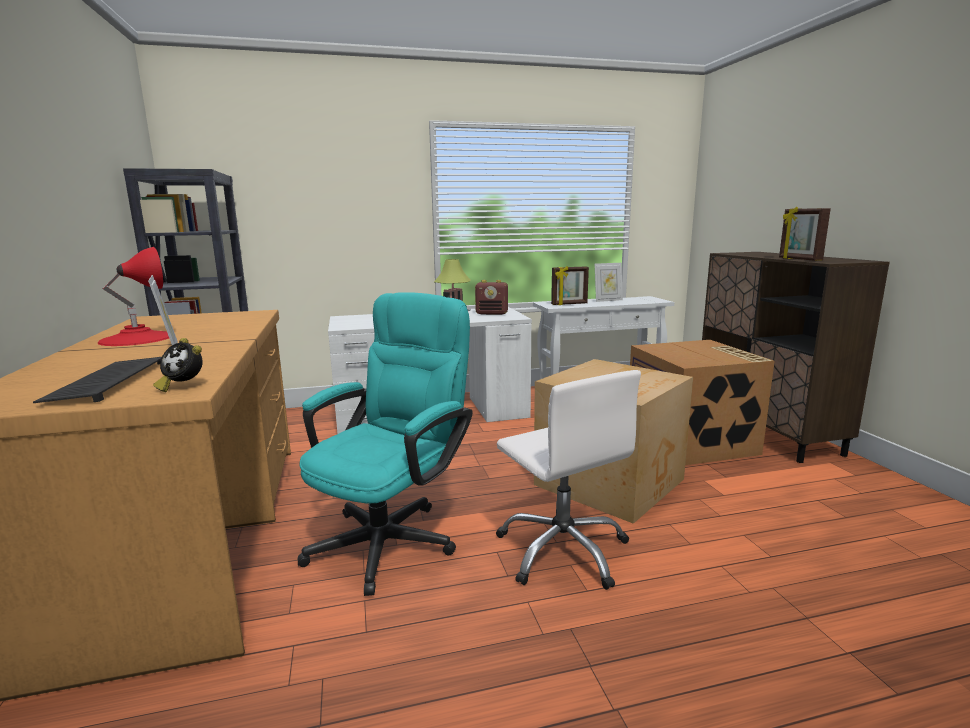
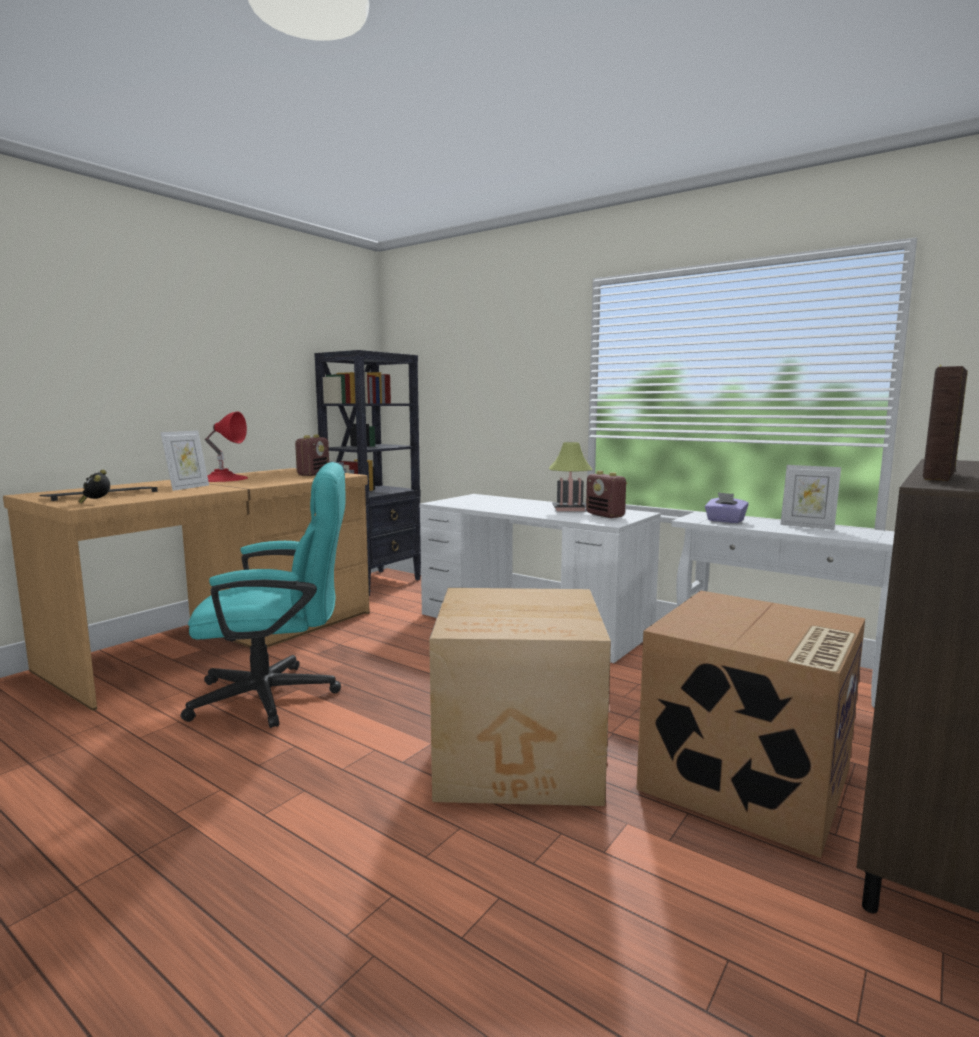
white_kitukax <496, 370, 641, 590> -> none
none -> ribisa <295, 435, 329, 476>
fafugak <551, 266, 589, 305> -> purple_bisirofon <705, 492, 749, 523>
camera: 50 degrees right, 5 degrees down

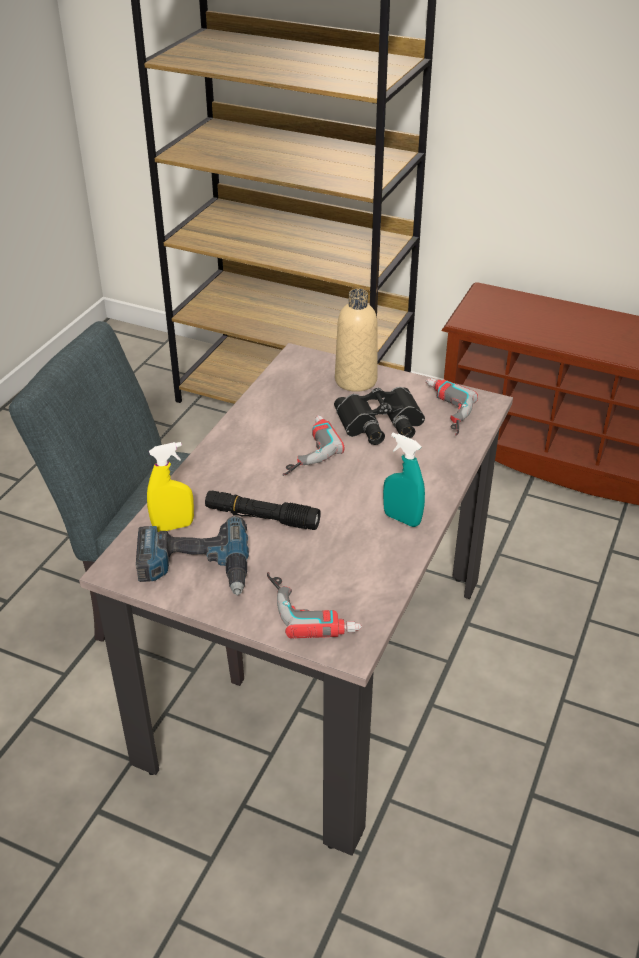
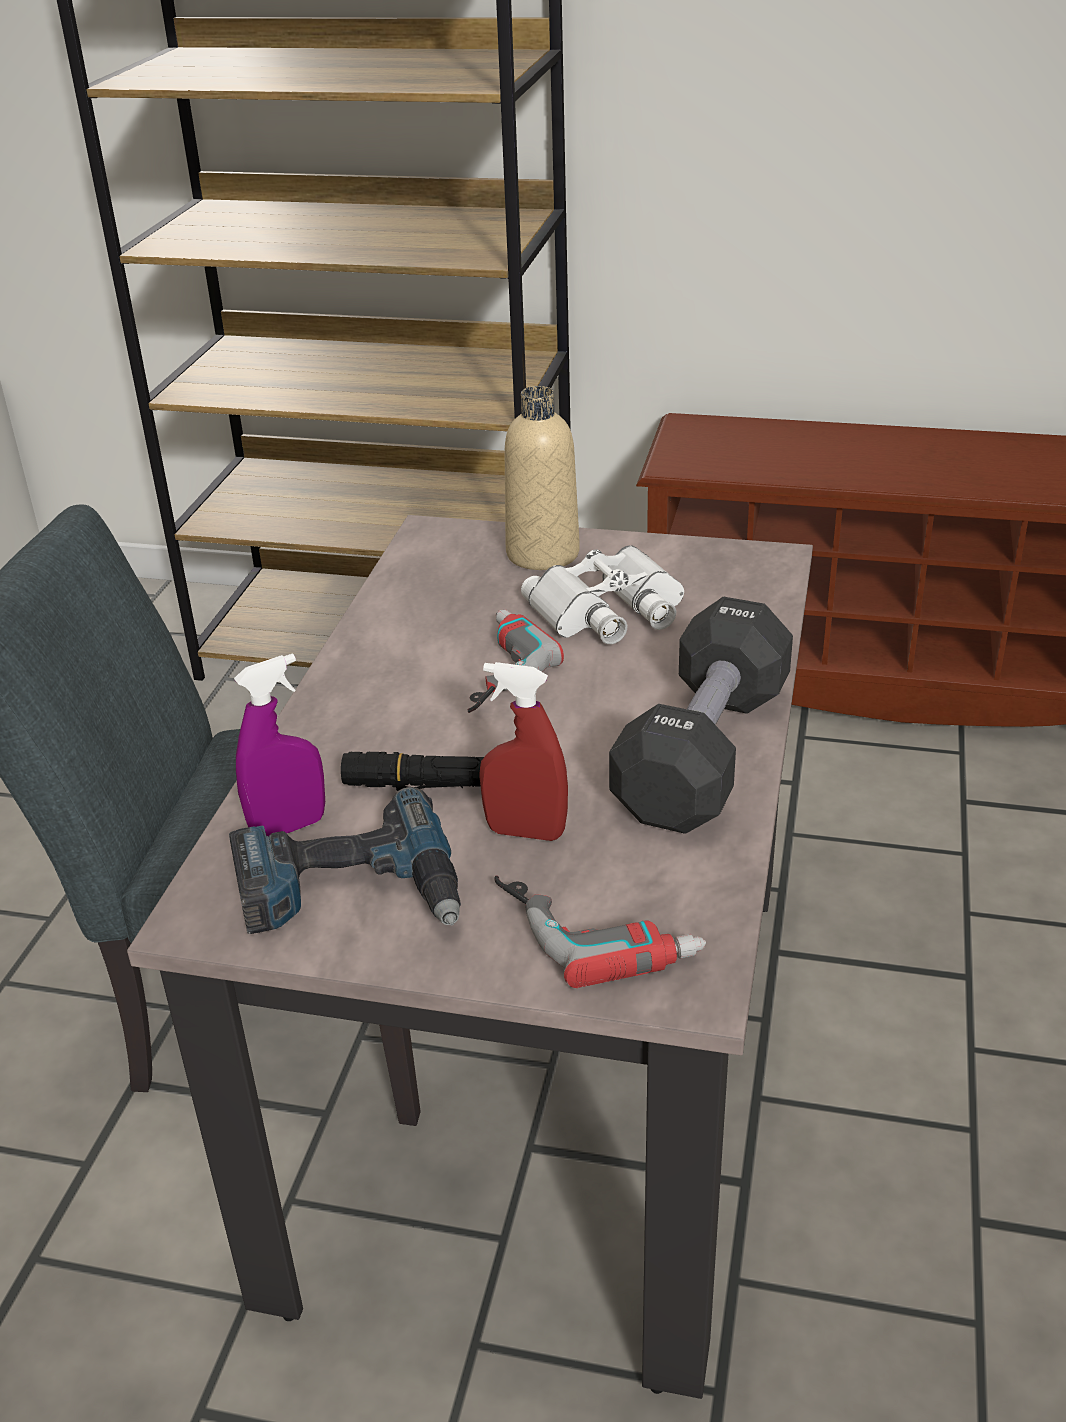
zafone <426, 378, 478, 436> -> none
none -> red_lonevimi <479, 662, 568, 841>
turquoise_lonevimi <383, 433, 425, 527> -> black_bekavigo <609, 597, 793, 834>
yellow_lonevimi <147, 442, 194, 532> -> purple_lonevimi <234, 654, 325, 837>
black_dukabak <334, 387, 425, 445> -> white_dukabak <521, 545, 684, 644>
camera: 10 degrees left, 5 degrees down

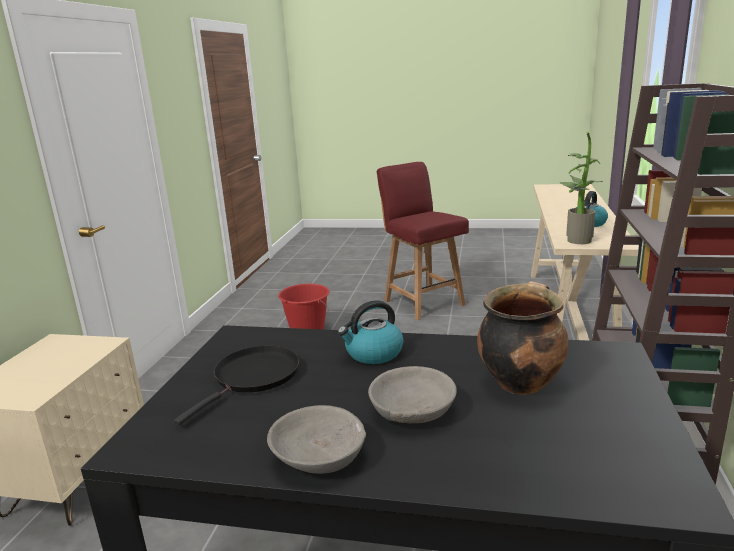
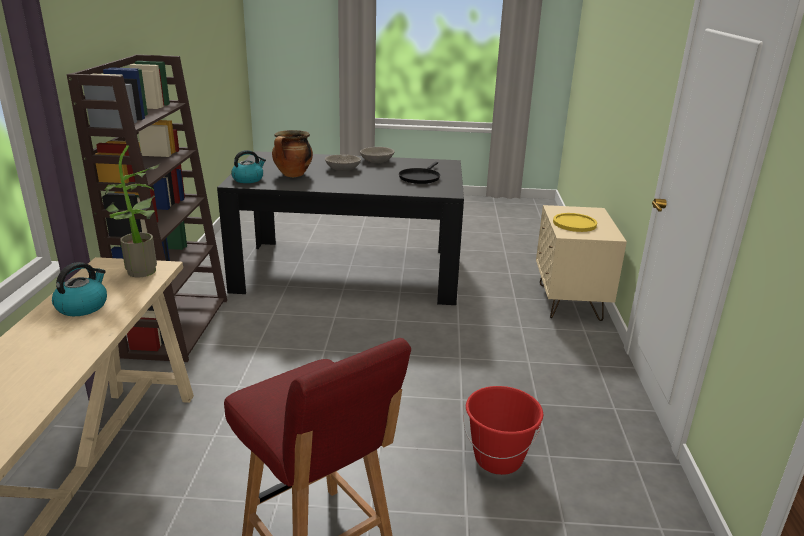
none -> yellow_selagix <553, 213, 597, 232>
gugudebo <338, 300, 404, 364> -> gugudebo <231, 150, 266, 183>, relocated
camera: 170 degrees right, 5 degrees up

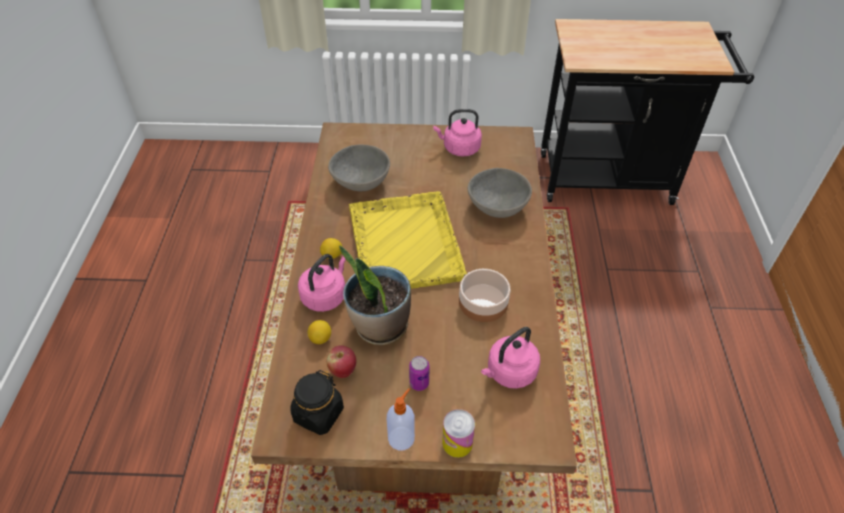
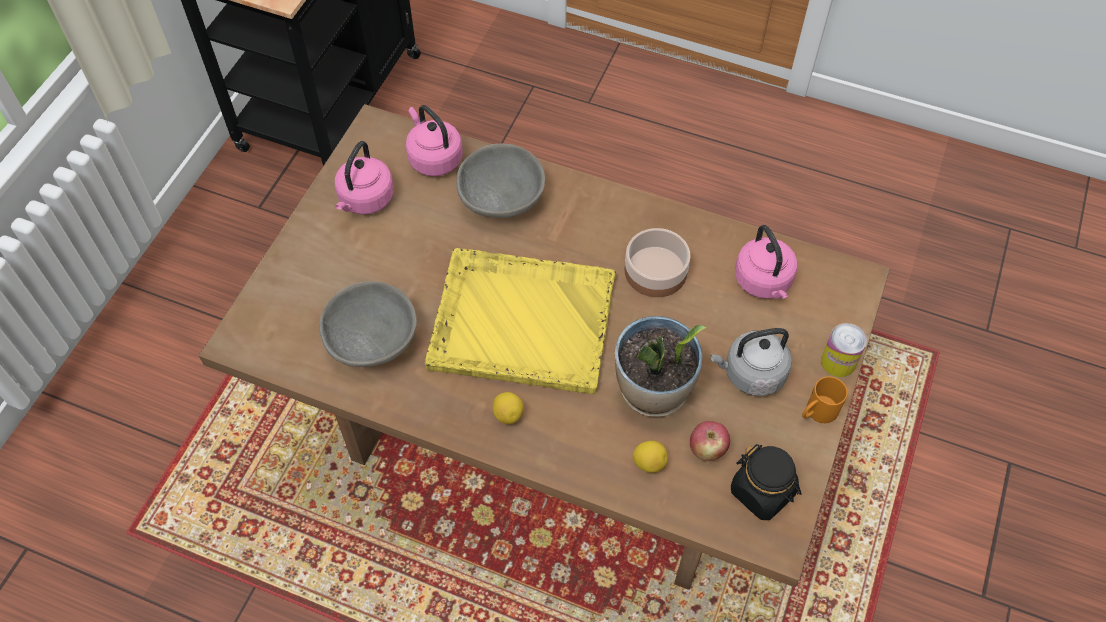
pink_gugudebo <298, 254, 346, 312> -> pink_gugudebo <406, 105, 463, 176>, relocated
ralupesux <387, 388, 415, 450> -> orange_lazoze <802, 376, 848, 423>
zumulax <409, 356, 430, 391> -> grey_gugudebo <711, 328, 792, 396>
camera: 70 degrees left, 10 degrees up

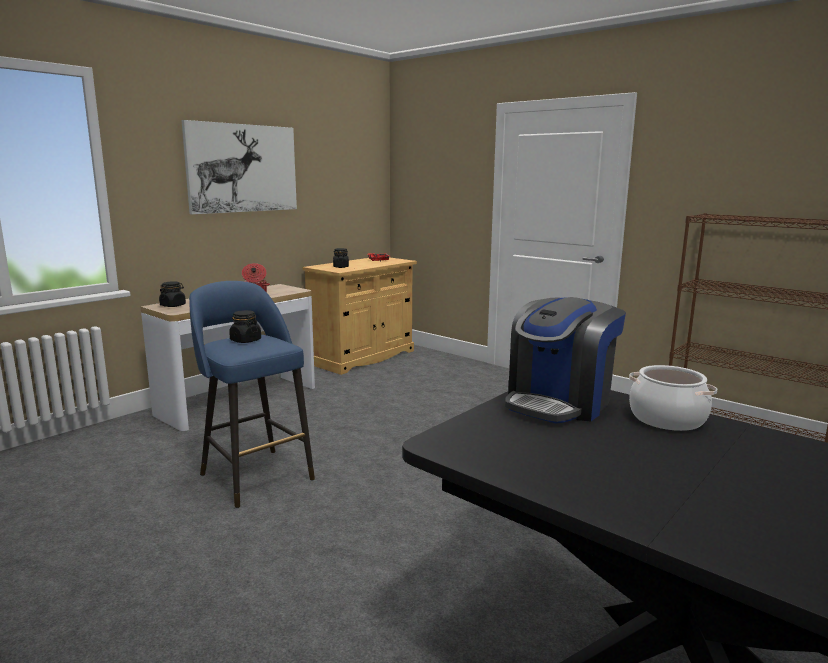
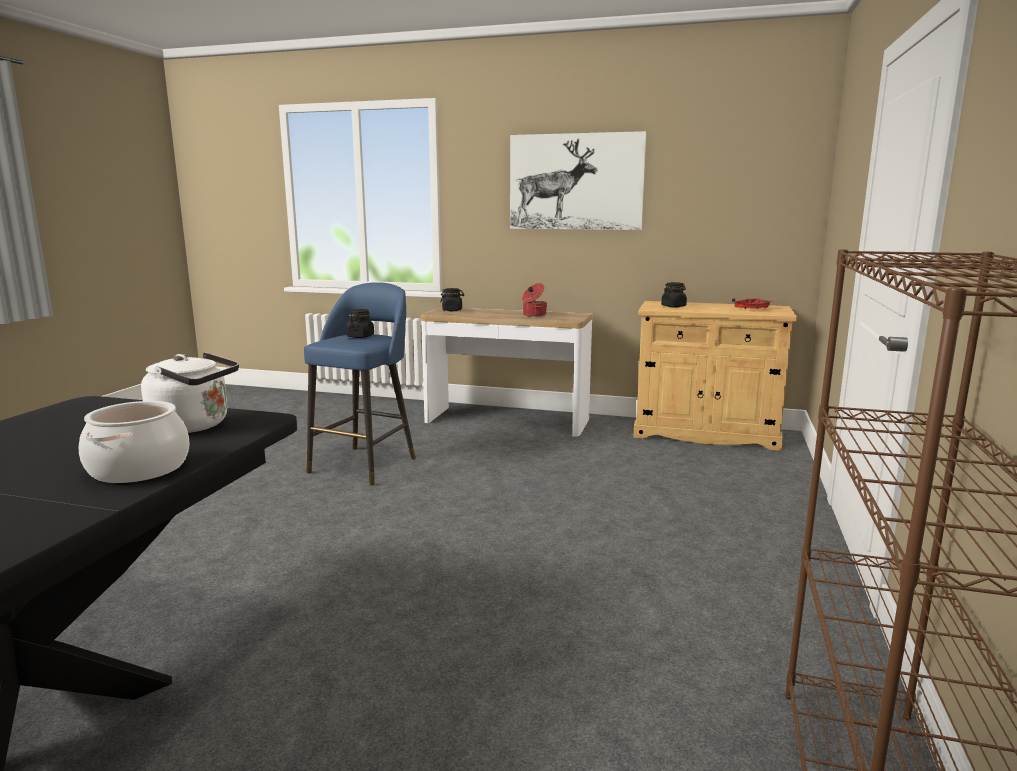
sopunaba <505, 297, 626, 423> -> white_gugudebo <141, 352, 239, 433>
camera: 65 degrees right, 0 degrees up

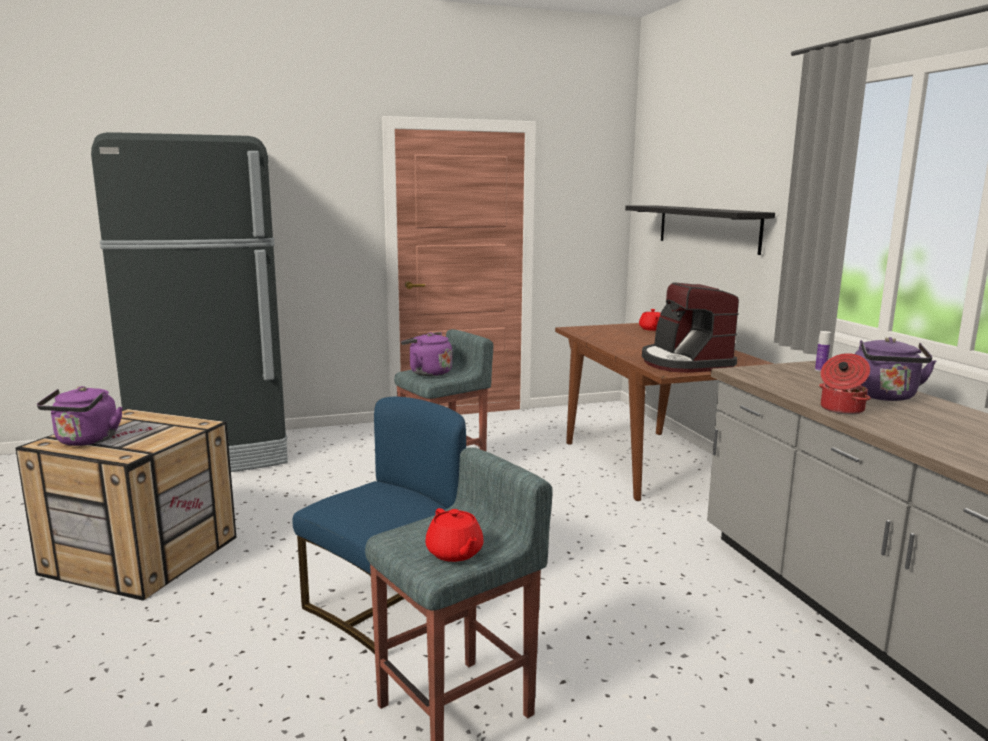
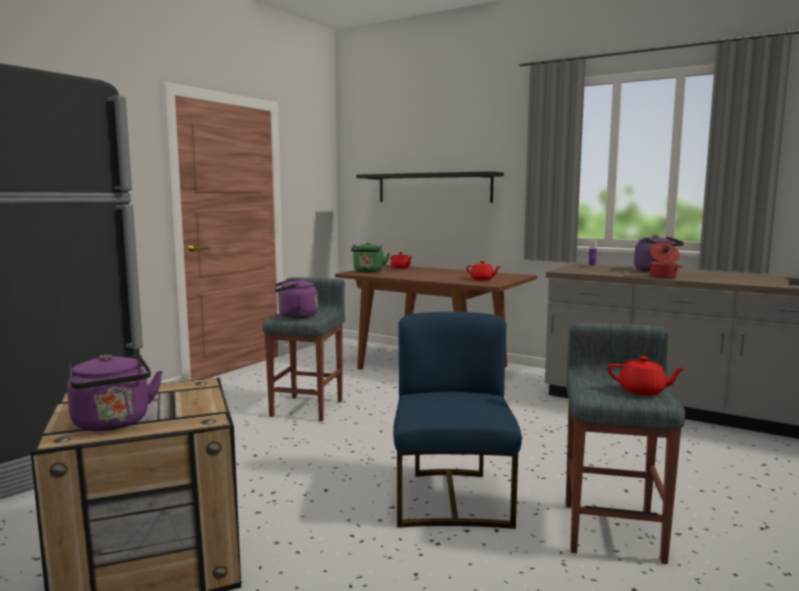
none -> green_gugudebo <351, 242, 390, 273>
sopunaba <642, 282, 739, 373> -> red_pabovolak <466, 261, 501, 280>
camera: 40 degrees left, 5 degrees down

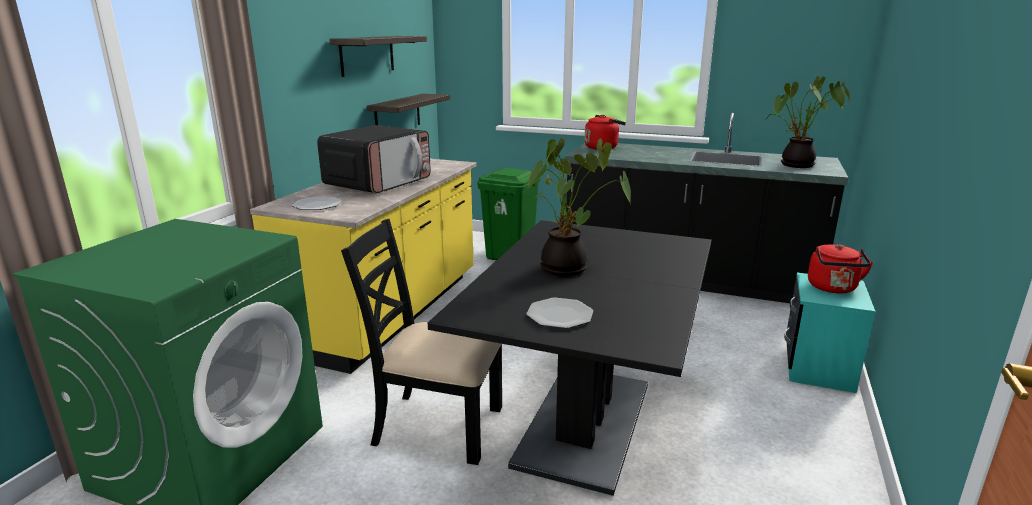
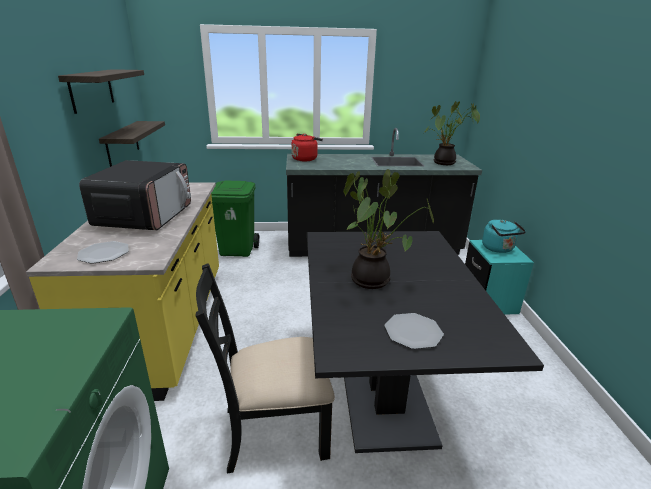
red_gugudebo <808, 244, 873, 293> -> turquoise_gugudebo <482, 220, 526, 253>
camera: 25 degrees left, 5 degrees up

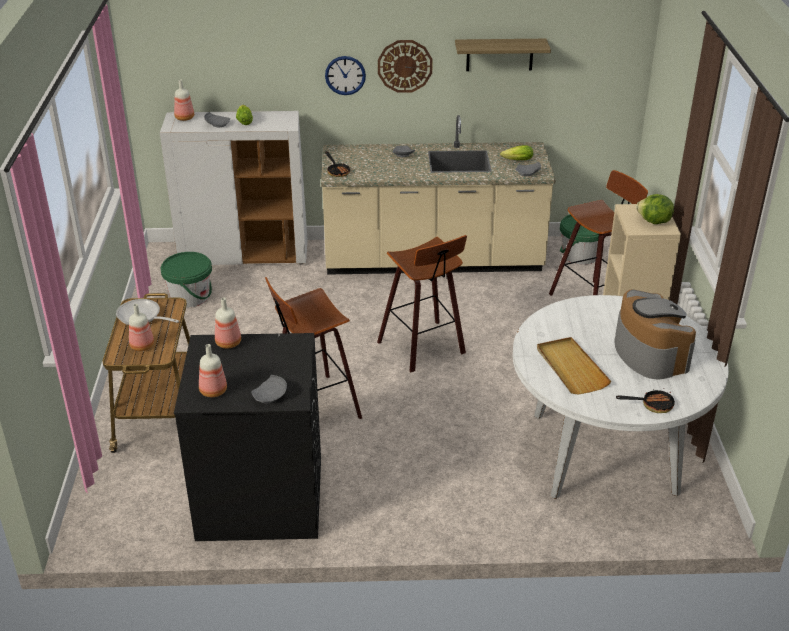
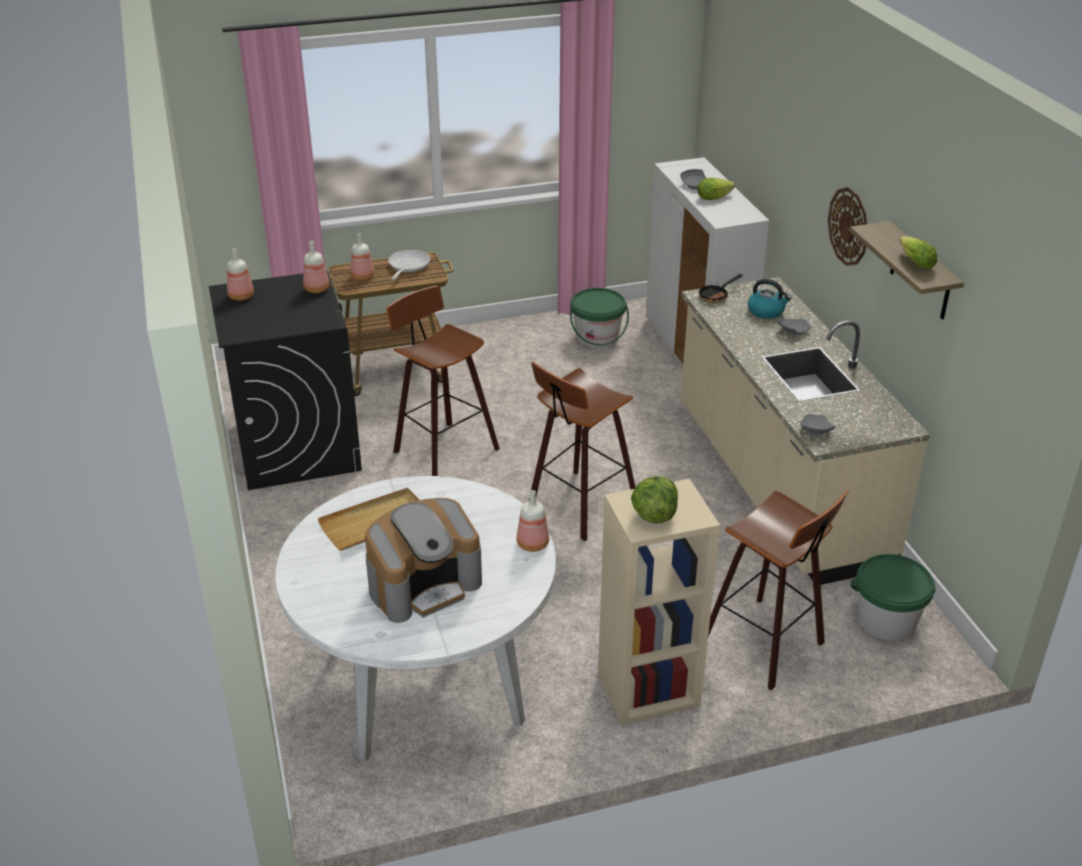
grey_selagix <251, 375, 287, 404> -> none
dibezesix <325, 56, 366, 95> -> none
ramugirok <616, 388, 675, 413> -> none
none -> gugudebo <748, 279, 792, 319>
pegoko <174, 79, 194, 121> -> pegoko <517, 490, 549, 552>, relocated
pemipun <500, 145, 533, 160> -> pemipun <900, 236, 937, 269>, relocated
camera: 75 degrees right, 0 degrees up

